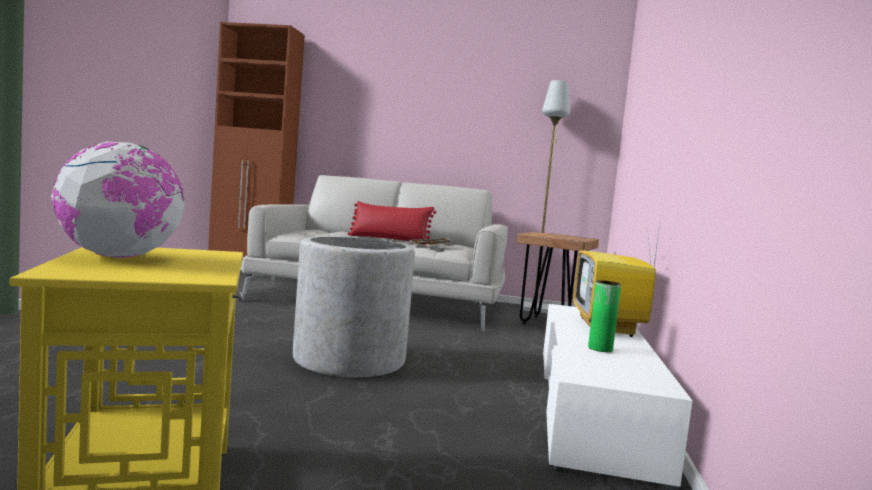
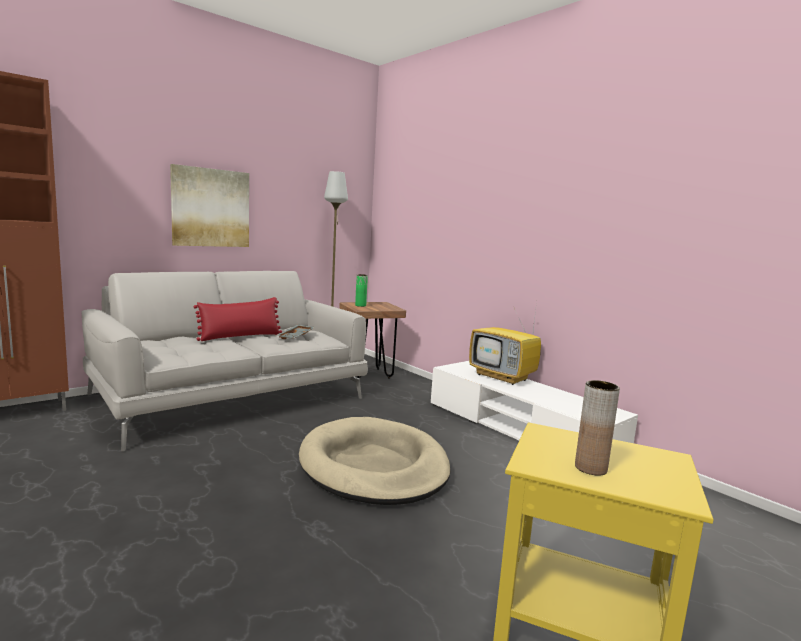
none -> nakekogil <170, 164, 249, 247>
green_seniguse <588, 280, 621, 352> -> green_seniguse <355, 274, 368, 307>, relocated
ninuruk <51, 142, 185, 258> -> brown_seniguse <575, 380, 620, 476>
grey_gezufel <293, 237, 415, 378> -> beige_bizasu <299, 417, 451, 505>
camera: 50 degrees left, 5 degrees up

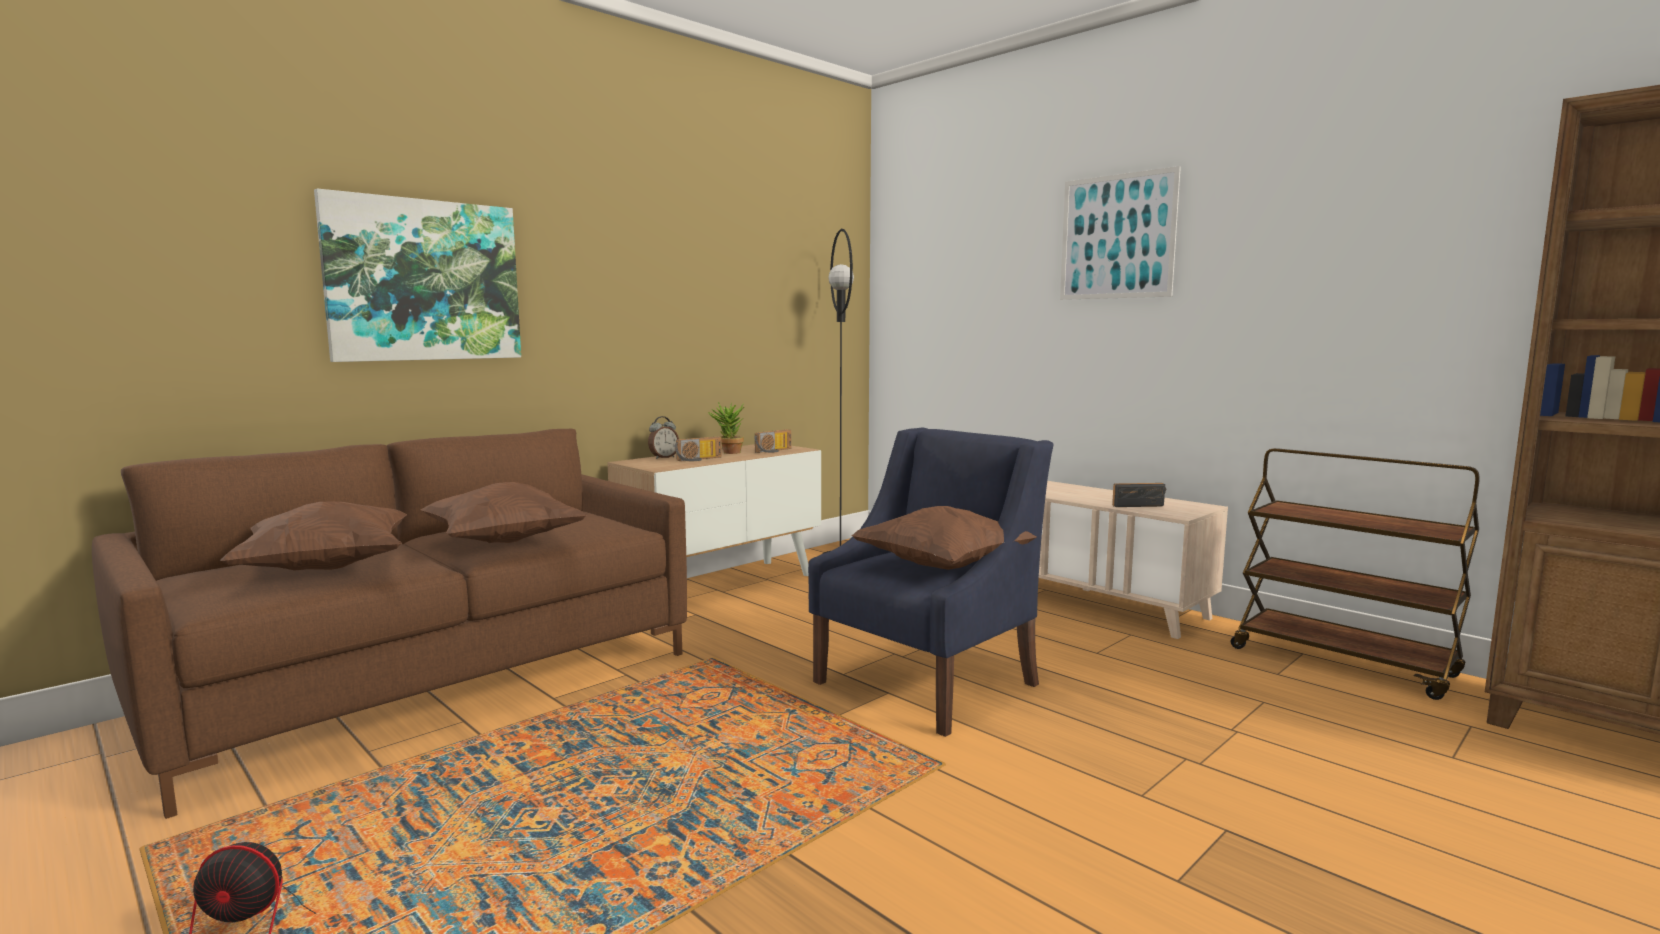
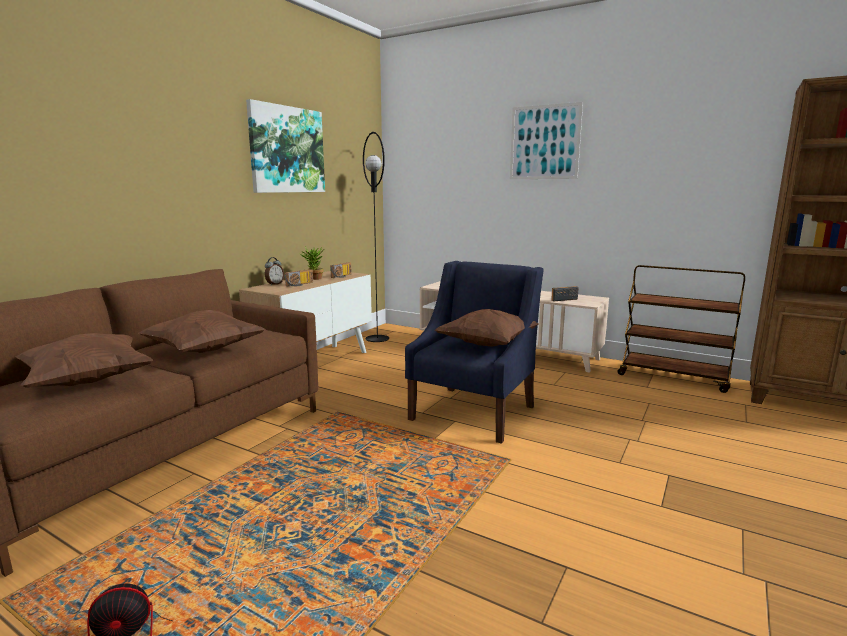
nakekogil <314, 188, 521, 362> -> nakekogil <246, 99, 325, 193>, relocated
camera: 15 degrees left, 5 degrees up

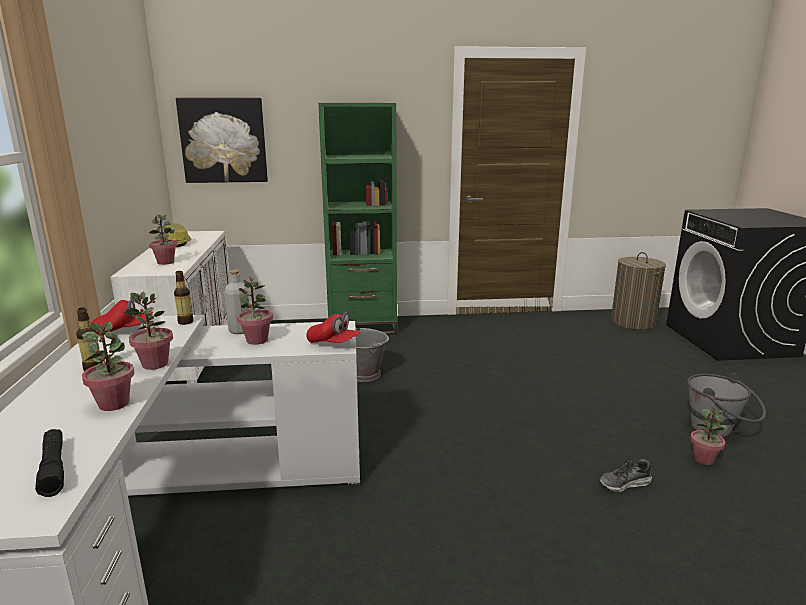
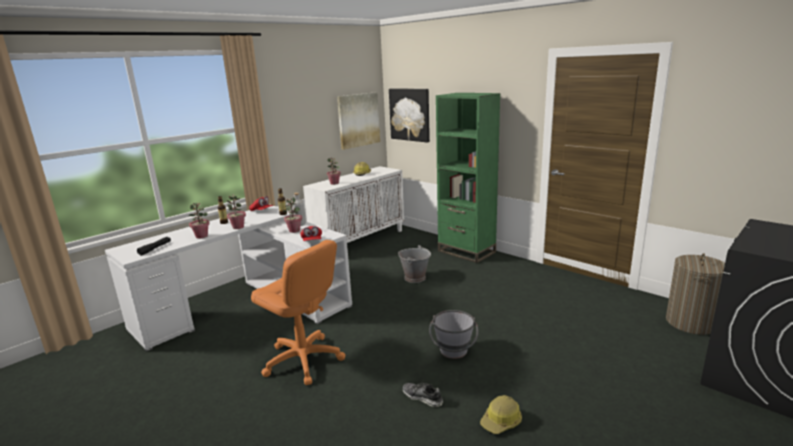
none -> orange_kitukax <251, 240, 345, 385>
none -> nakekogil <337, 92, 380, 150>
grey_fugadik <687, 373, 766, 437> -> grey_fugadik <429, 310, 479, 359>, relocated
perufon <690, 406, 727, 465> -> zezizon <480, 395, 522, 434>
camera: 50 degrees right, 0 degrees up

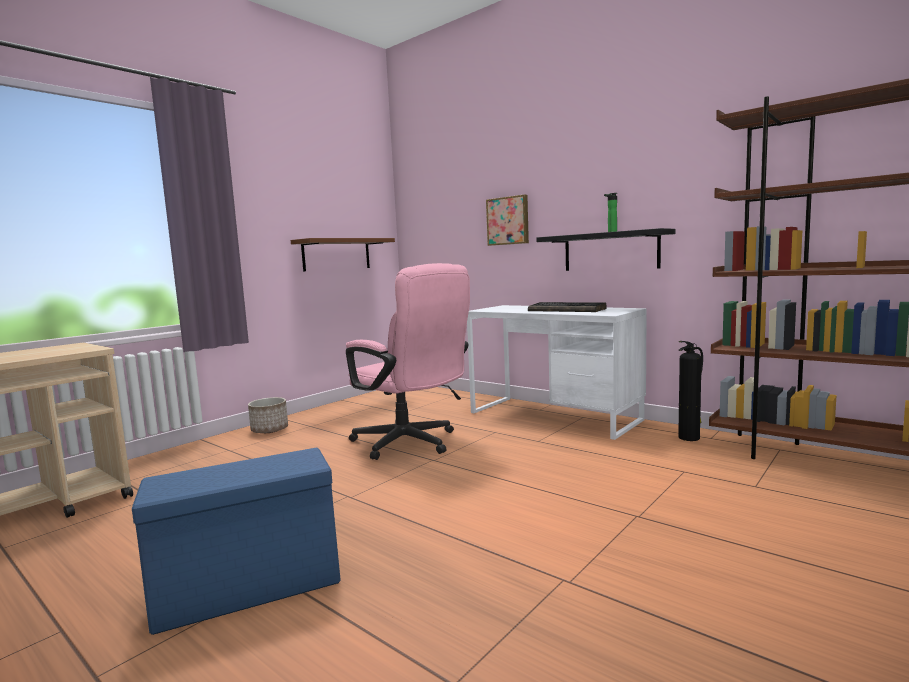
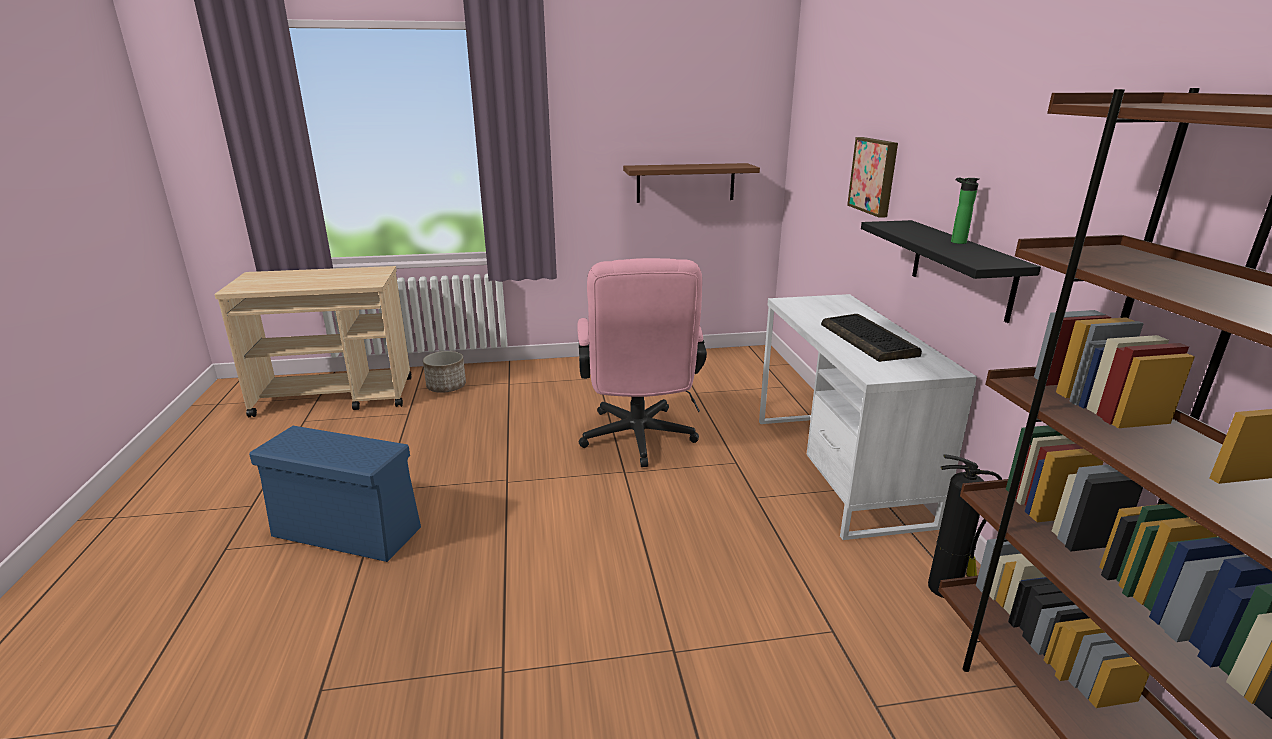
gezufel <248, 397, 288, 433> -> gezufel <423, 351, 466, 393>, relocated
camera: 40 degrees right, 15 degrees up

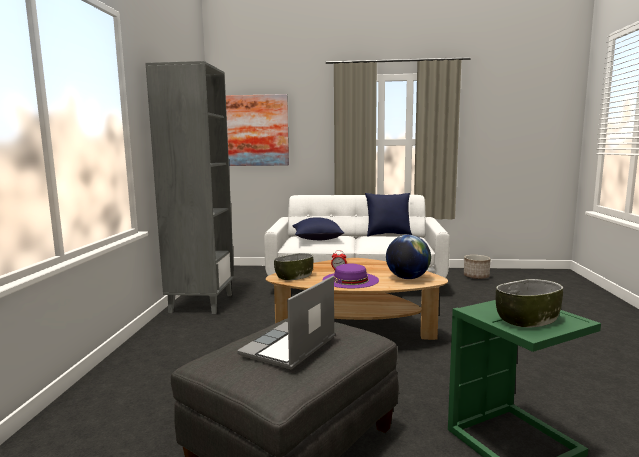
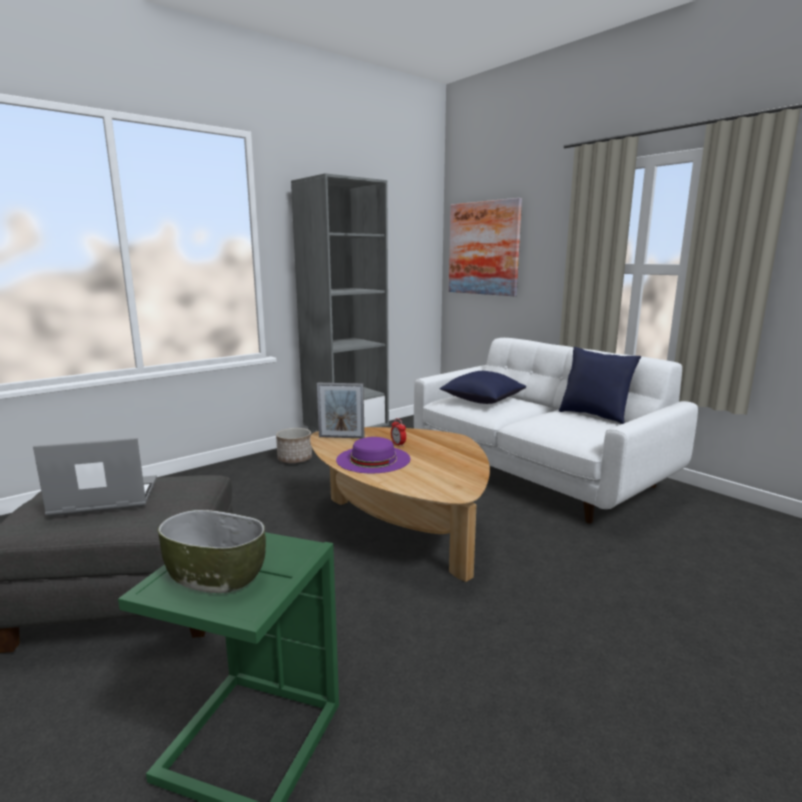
ninuruk <386, 235, 431, 279> -> none
gezufel <464, 255, 490, 279> -> gezufel <276, 428, 312, 463>, relocated
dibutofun <274, 253, 313, 280> -> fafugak <317, 383, 365, 438>
camera: 45 degrees right, 5 degrees up

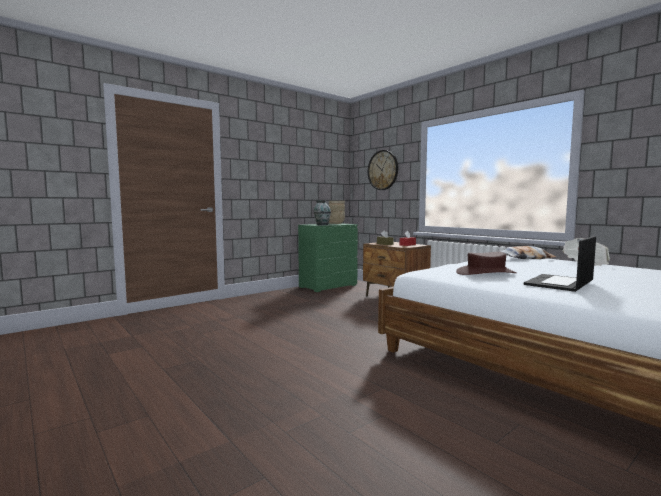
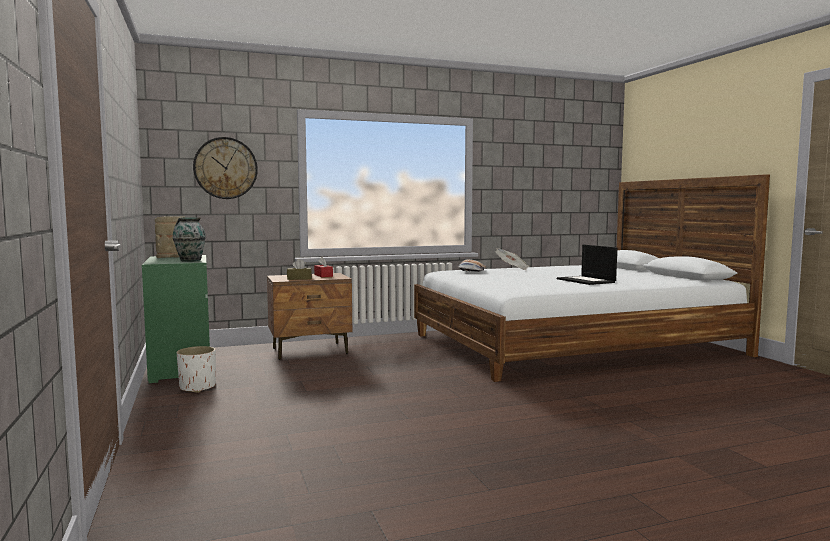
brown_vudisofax <456, 252, 516, 275> -> none
none -> white_gezufel <177, 346, 216, 393>
camera: 70 degrees left, 0 degrees up

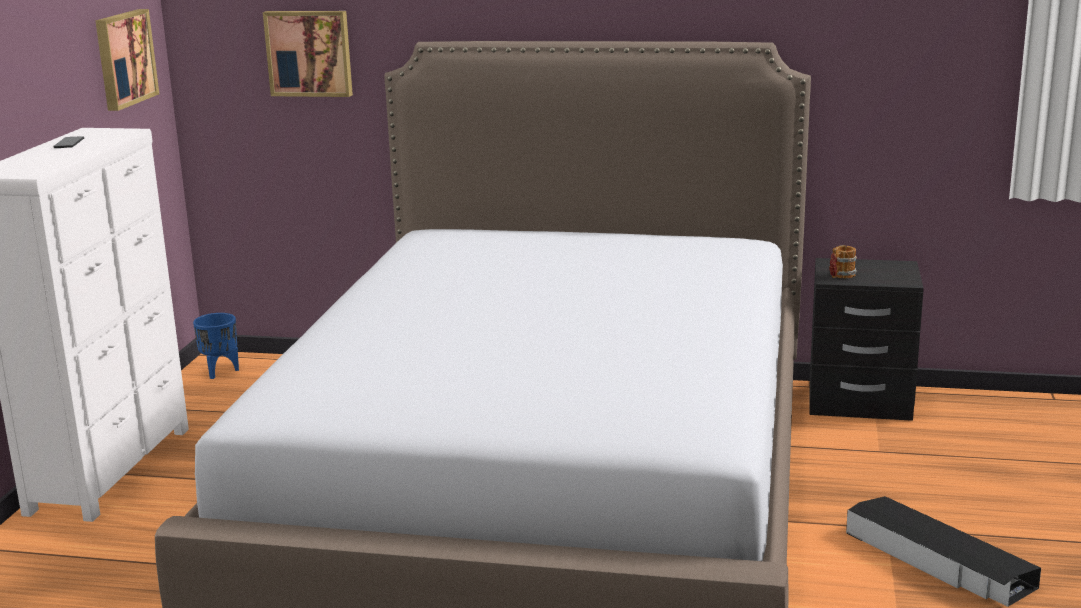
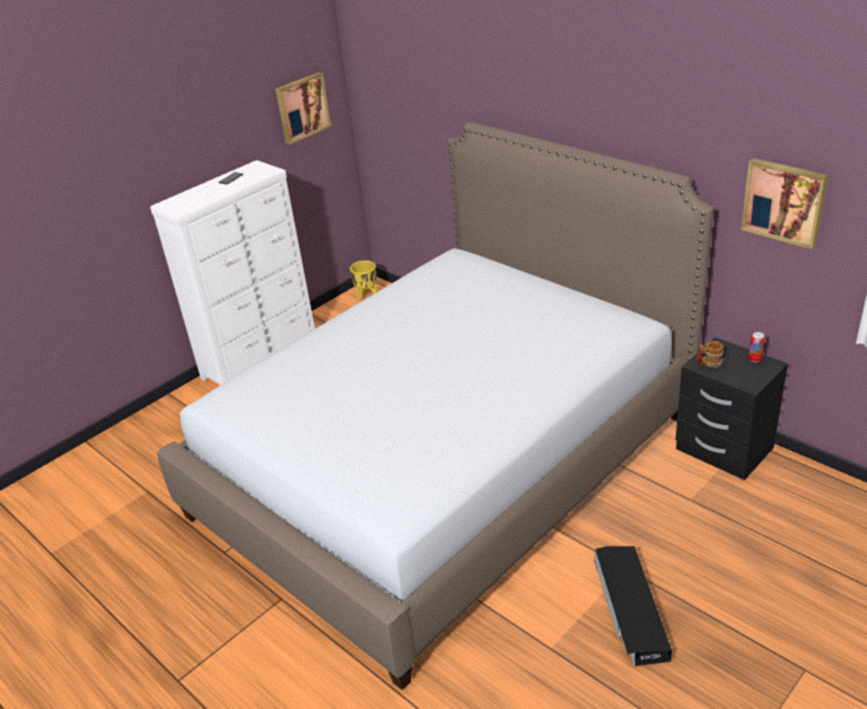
none -> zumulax <748, 332, 765, 362>
nakekogil <263, 11, 353, 97> -> nakekogil <741, 158, 828, 249>, relocated
blue_gezufel <193, 313, 239, 379> -> yellow_gezufel <350, 260, 377, 302>
camera: 35 degrees right, 15 degrees up

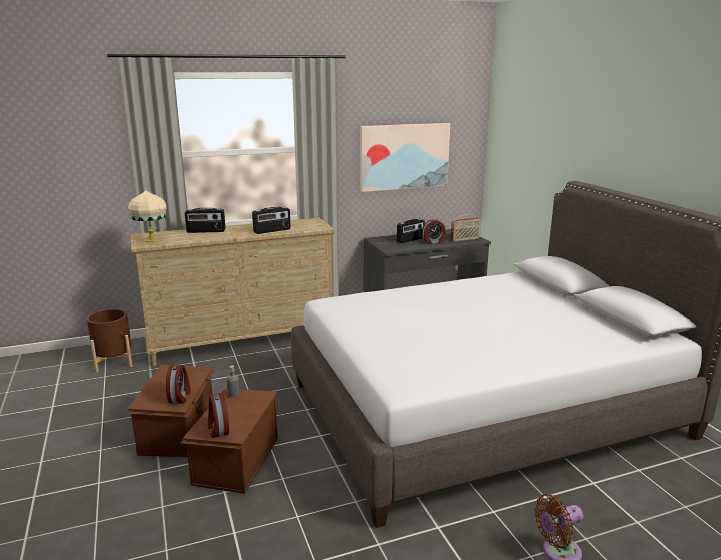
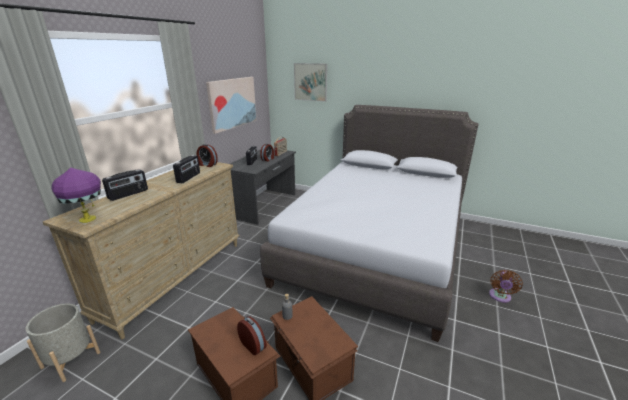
none -> nakekogil <294, 63, 327, 102>
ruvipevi <208, 393, 229, 438> -> ruvipevi <196, 144, 218, 167>, relocated
brown_gezufel <87, 309, 132, 373> -> grey_gezufel <26, 303, 100, 382>
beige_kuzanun <128, 191, 166, 242> -> purple_kuzanun <51, 167, 101, 223>
camera: 45 degrees left, 5 degrees up

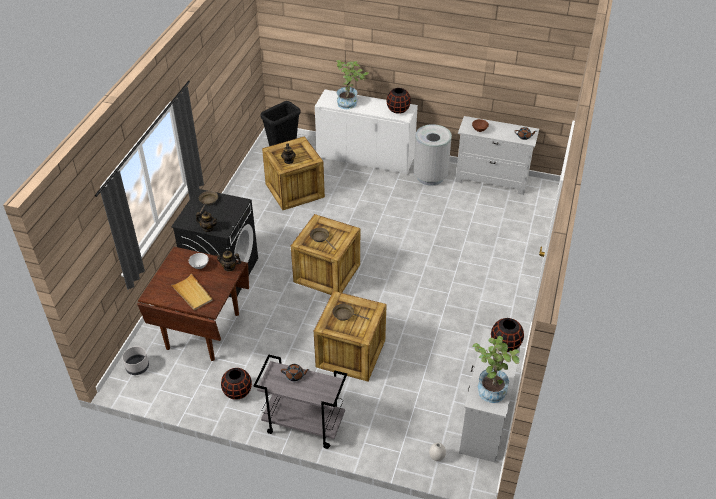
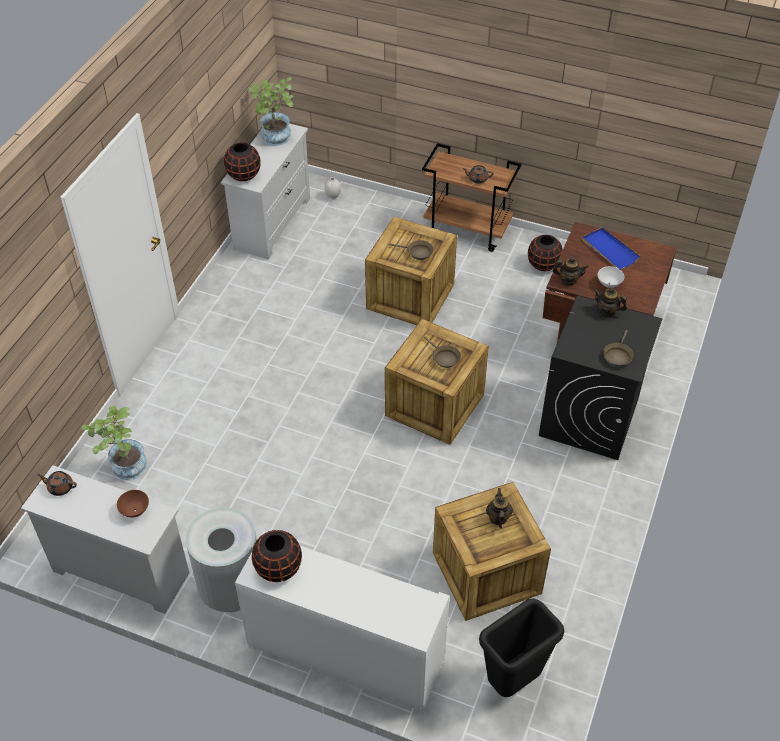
grey_gezufel <122, 346, 149, 375> -> none
perufon <336, 60, 369, 109> -> perufon <82, 405, 146, 480>, relocated
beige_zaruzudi <170, 274, 213, 310> -> blue_zaruzudi <582, 227, 641, 269>
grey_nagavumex <254, 355, 347, 449> -> brown_nagavumex <422, 143, 521, 252>
camera: 175 degrees left, 5 degrees up

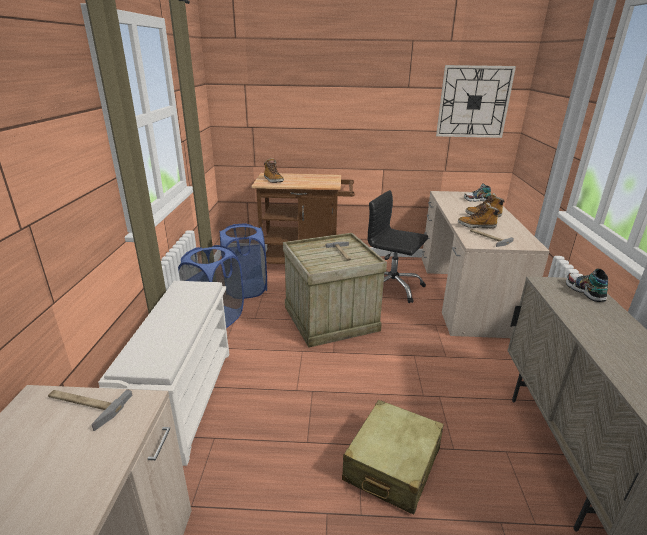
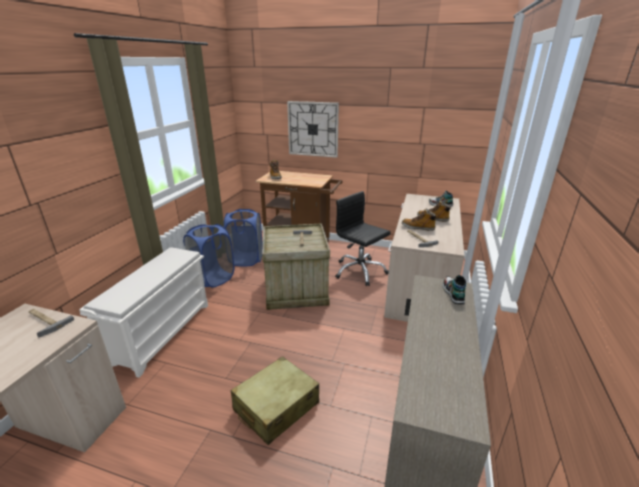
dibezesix <436, 65, 516, 138> -> dibezesix <287, 101, 339, 158>, relocated
camera: 15 degrees right, 0 degrees up

